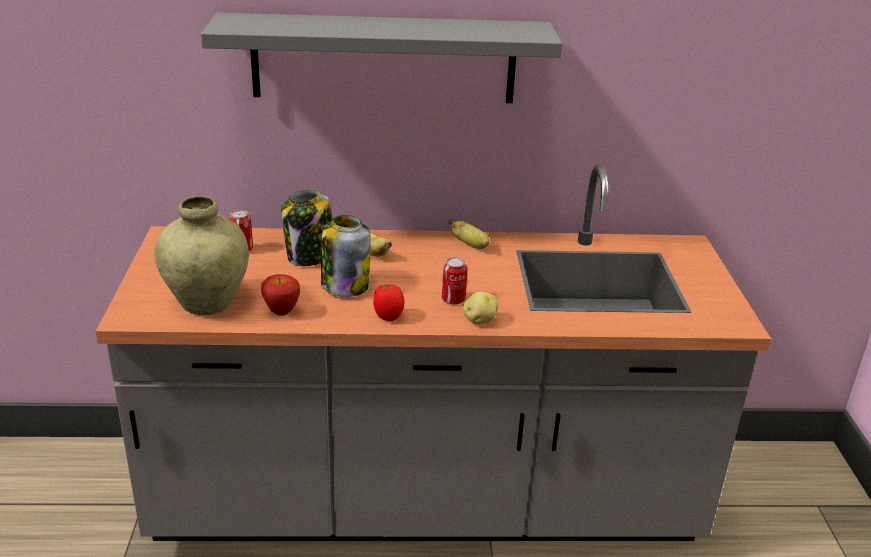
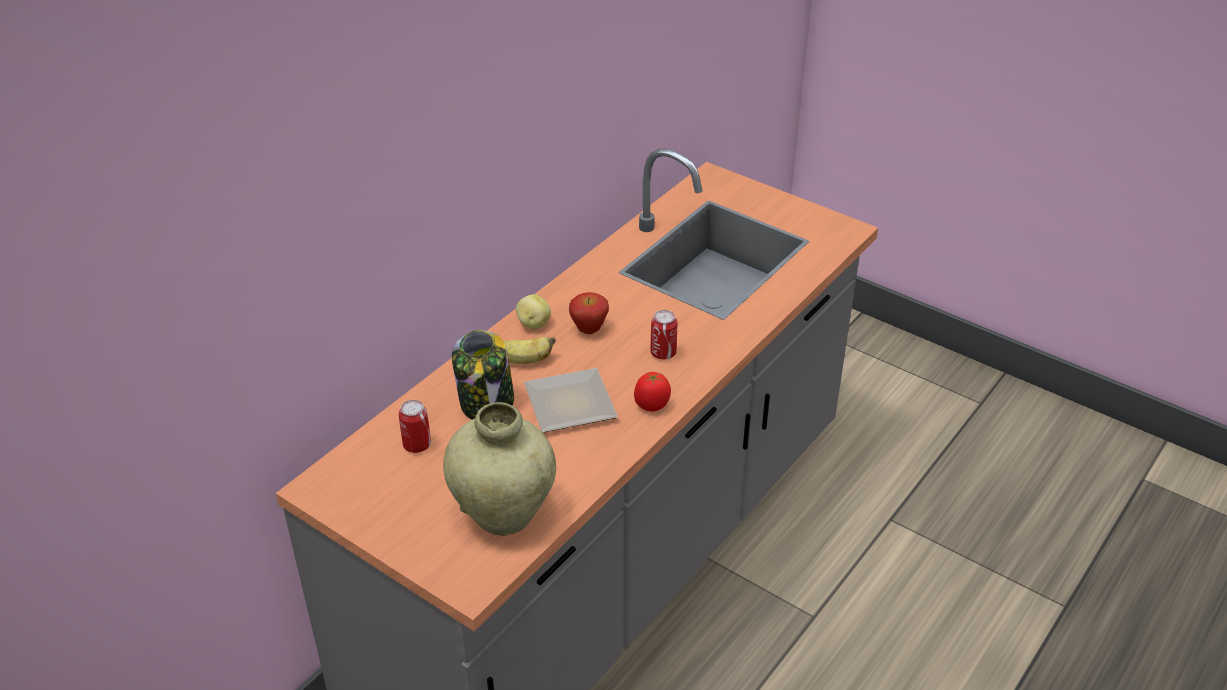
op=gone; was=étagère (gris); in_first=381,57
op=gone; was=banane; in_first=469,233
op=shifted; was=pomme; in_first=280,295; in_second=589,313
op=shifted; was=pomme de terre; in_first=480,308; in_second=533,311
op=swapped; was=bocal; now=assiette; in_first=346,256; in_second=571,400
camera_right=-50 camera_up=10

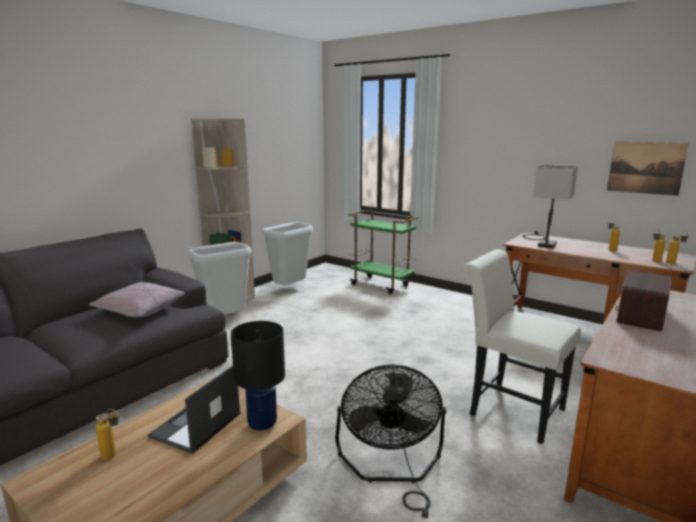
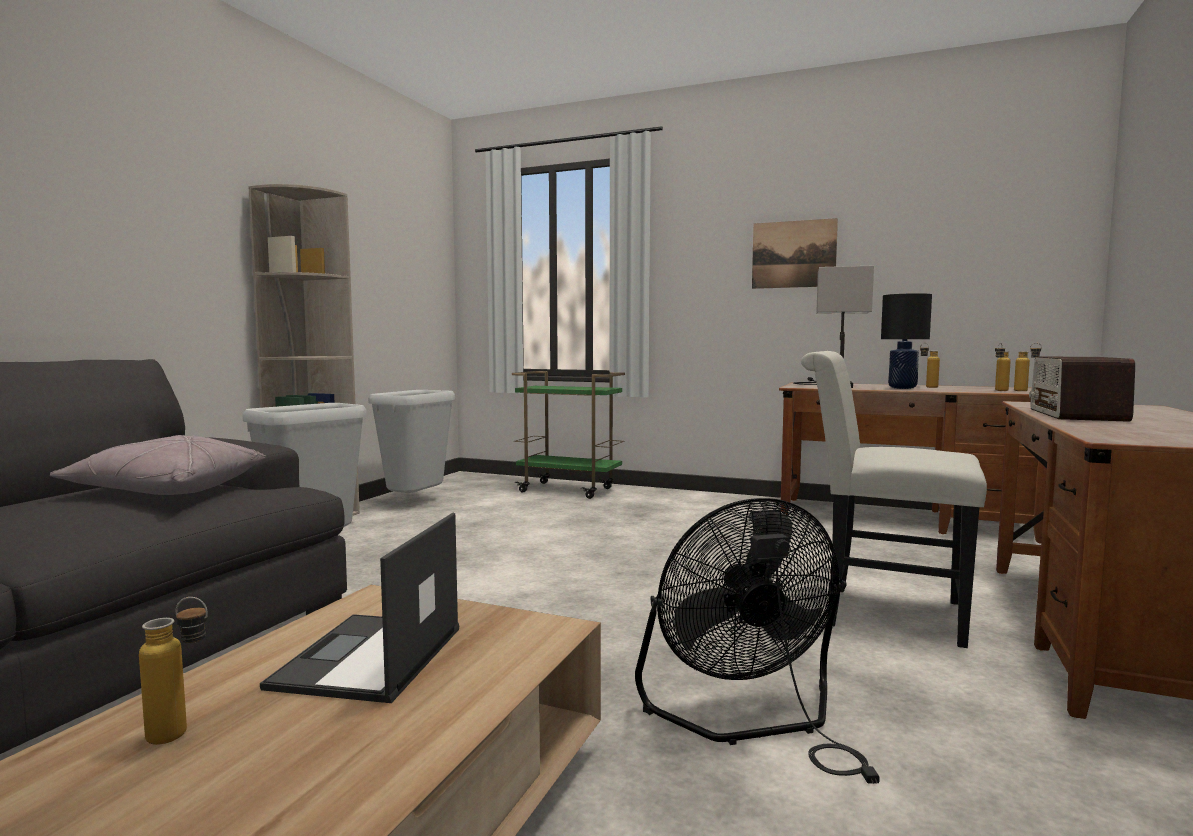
op=shifted; was=lampe de table (noir); in_first=258,376; in_second=906,341
op=shifted; was=tableau; in_first=648,168; in_second=795,253
camera_right=-15 camera_up=-10

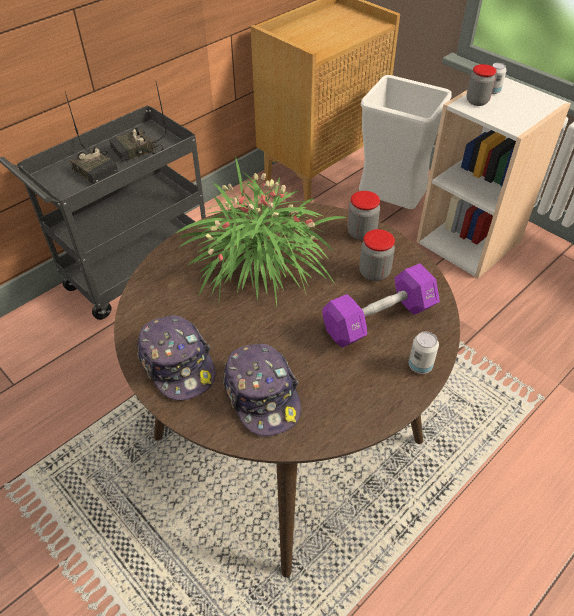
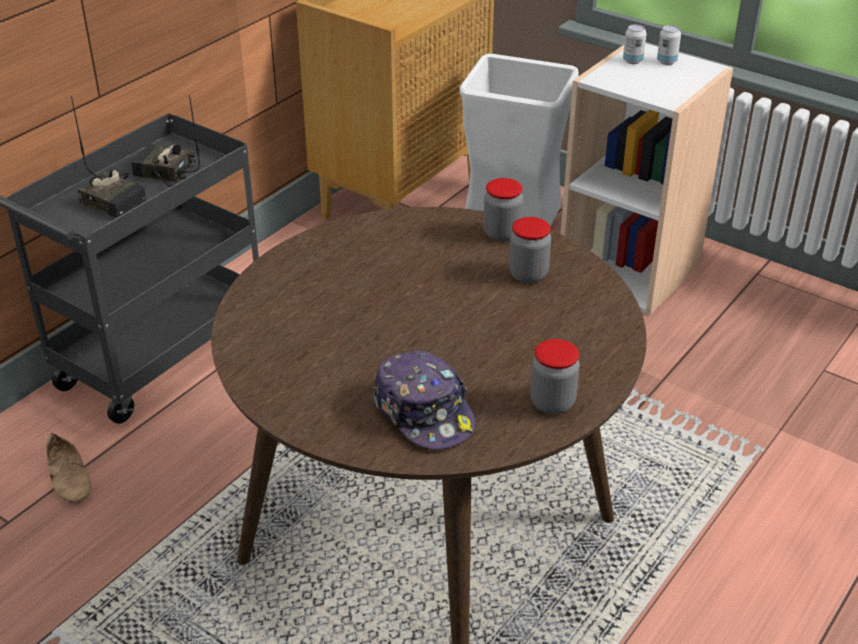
op=gone; was=casquette; in_first=176,357
op=gone; was=plante en pot; in_first=261,230
op=gone; was=haltère (violet); in_first=381,305
op=new; now=chaussure (beige); in_second=68,468
op=shifted; was=boîte métallique; in_first=424,352; in_second=669,45
op=shifted; was=bocal; in_first=481,85; in_second=555,376
op=rotated; was=radio; in_first=137,122; in_second=165,141; clockwise=60
camera_right=-10 camera_up=-10

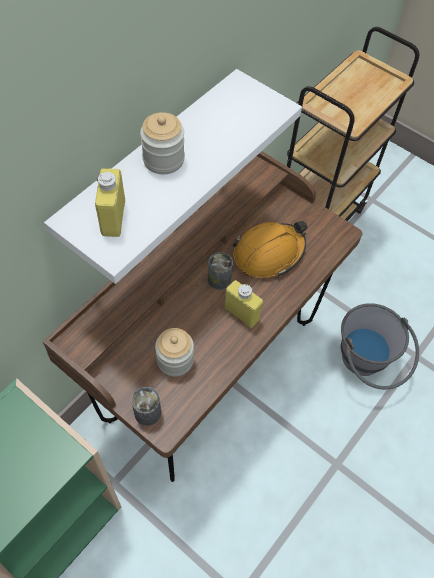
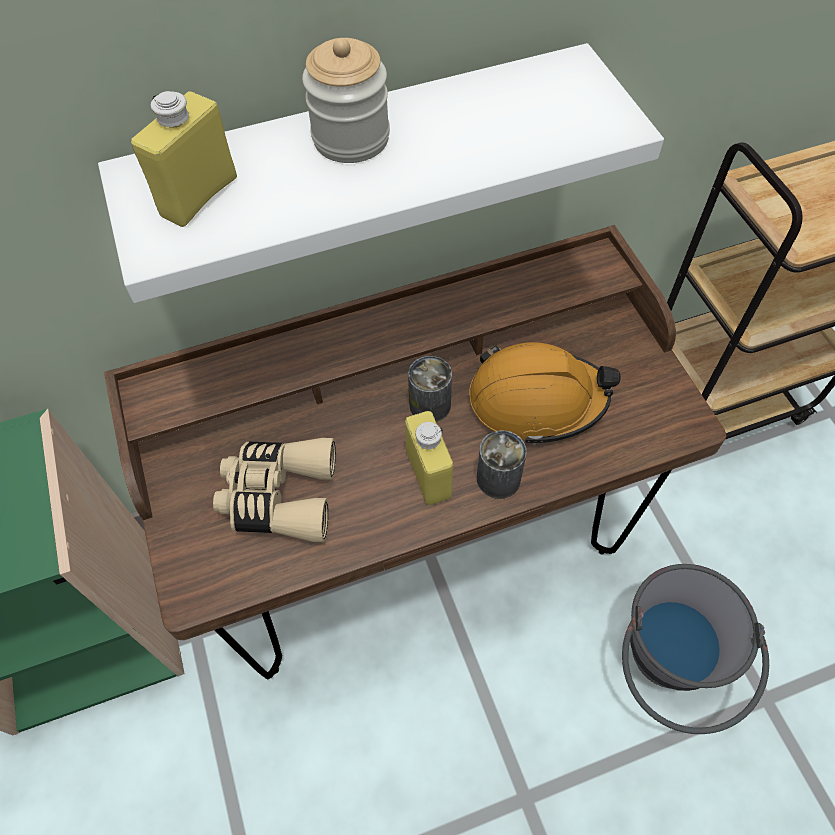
op=shifted; was=boîte métallique; in_first=146,406; in_second=502,464
op=swapped; was=bocal; now=jumelles (beige); in_first=174,352; in_second=274,490
camera_right=35 camera_up=0

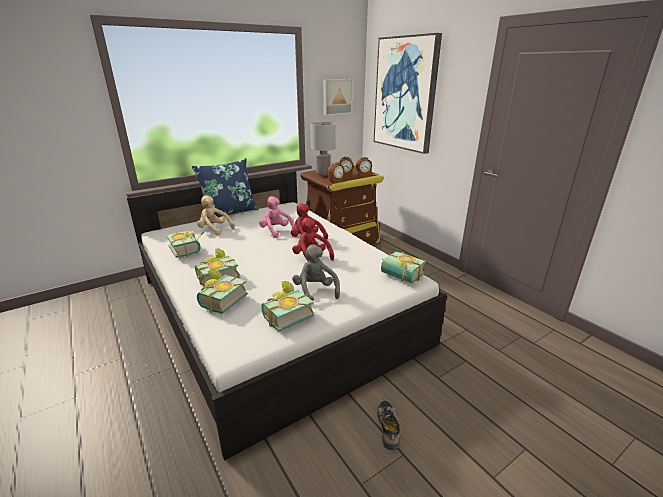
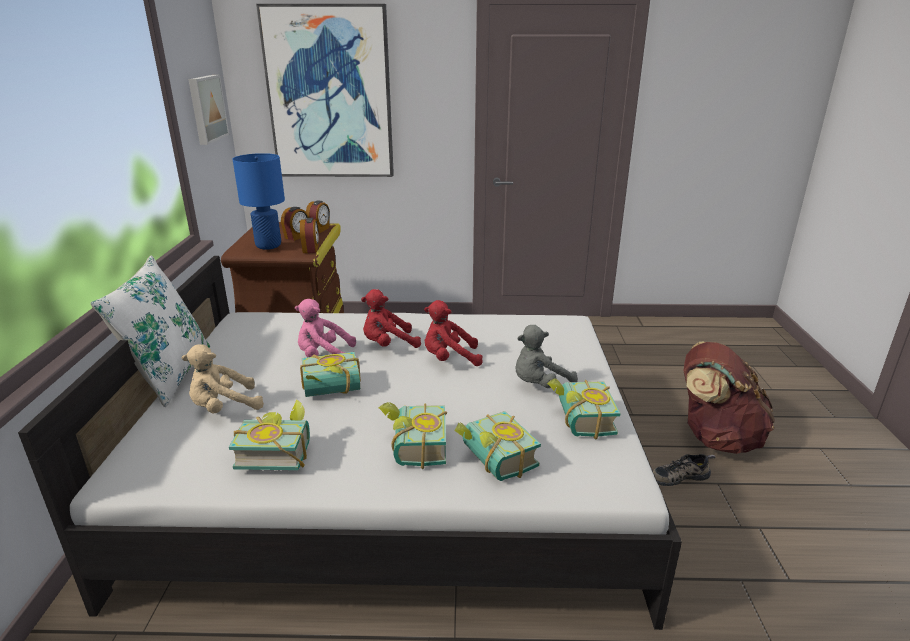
op=new; now=sac à dos (marron); in_second=729,398
op=shifted; was=livre; in_first=403,267; in_second=330,374
op=repainted; was=coussin (bleu); now=coussin (blanc); in_first=225,187; in_second=150,331
op=repainted; was=lampe de table (gris); now=lampe de table (bleu); in_first=323,149; in_second=259,201
op=rotated; was=peluche (gris); in_first=316,273; in_second=546,356; clockwise=-45
op=rotated; was=chaussure; in_first=388,424; in_second=684,470; clockwise=-45
camera_right=-55 camera_up=0

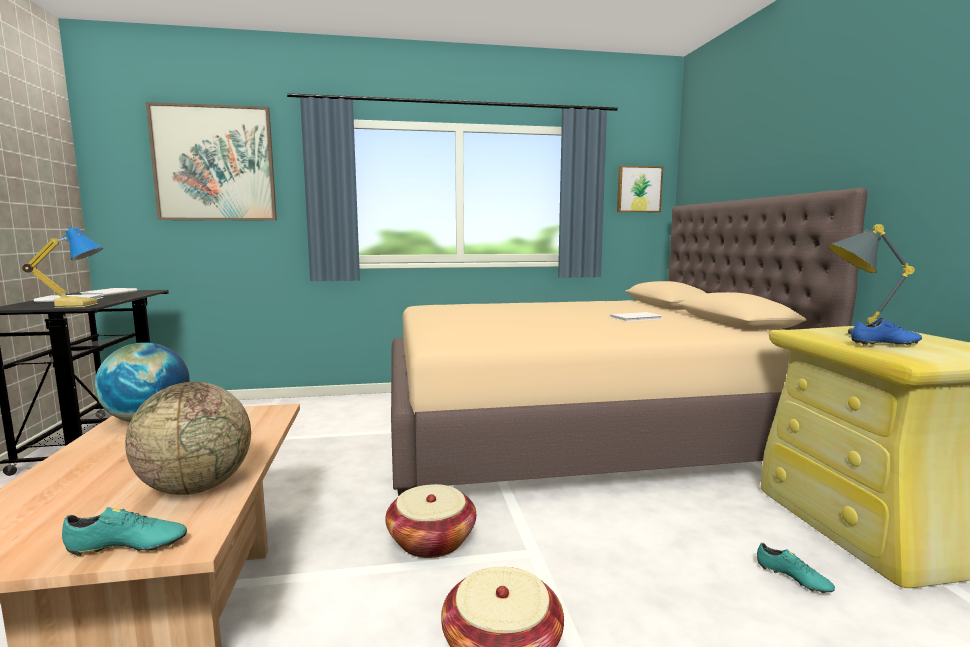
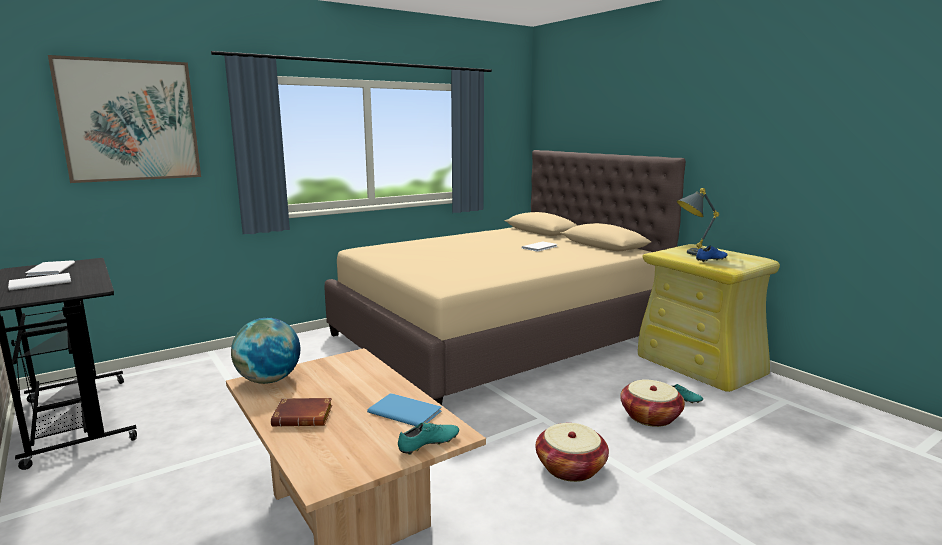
op=gone; was=lampe de table; in_first=62,267
op=gone; was=tableau; in_first=640,189
op=new; now=livre (marron); in_second=301,412
op=shifted; was=panier; in_first=430,521; in_second=652,403
op=swapped; was=globe; now=livre (bleu); in_first=188,438; in_second=404,409
camera_right=-25 camera_up=5

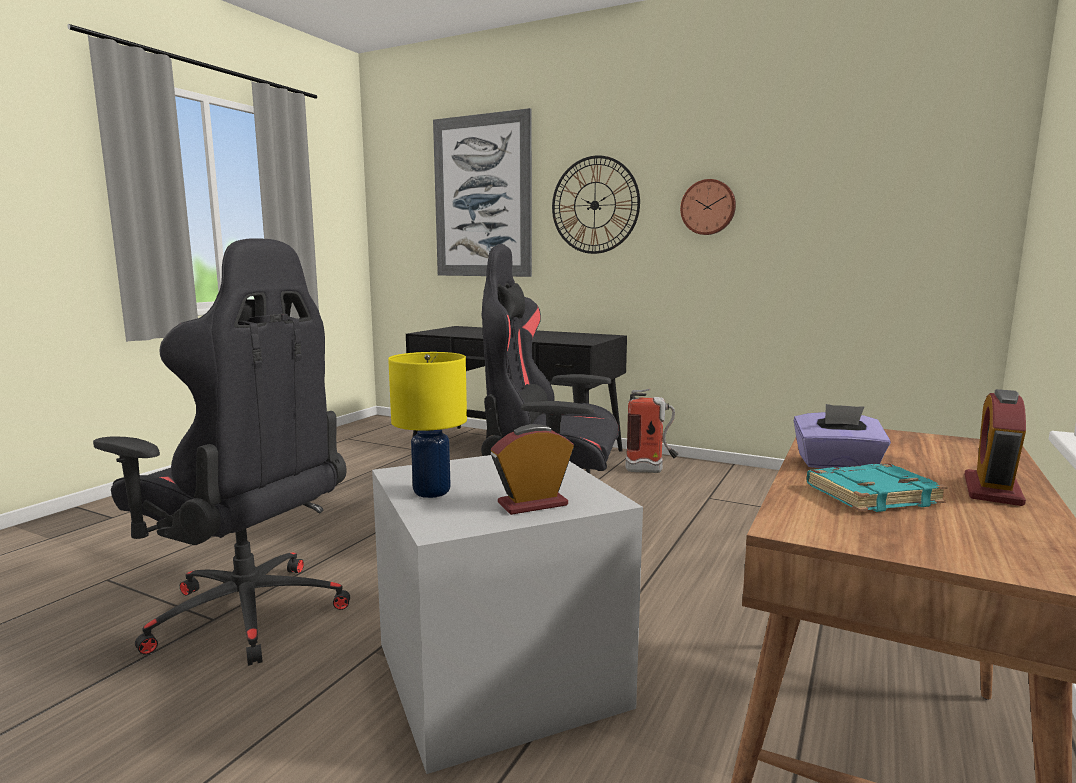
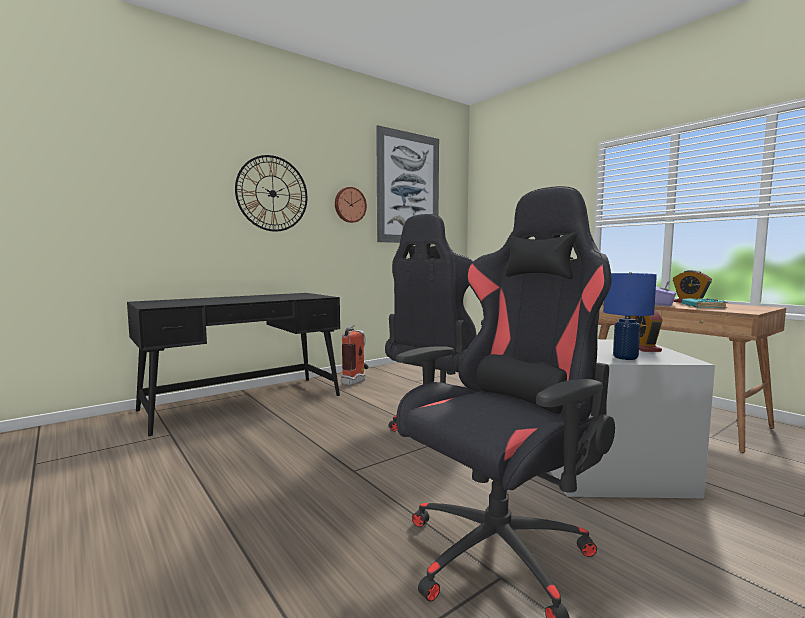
op=shifted; was=tableau; in_first=482,192; in_second=407,184
op=repainted; was=lampe de table (jaune); now=lampe de table (bleu); in_first=427,425; in_second=630,316
camera_right=-65 camera_up=-5

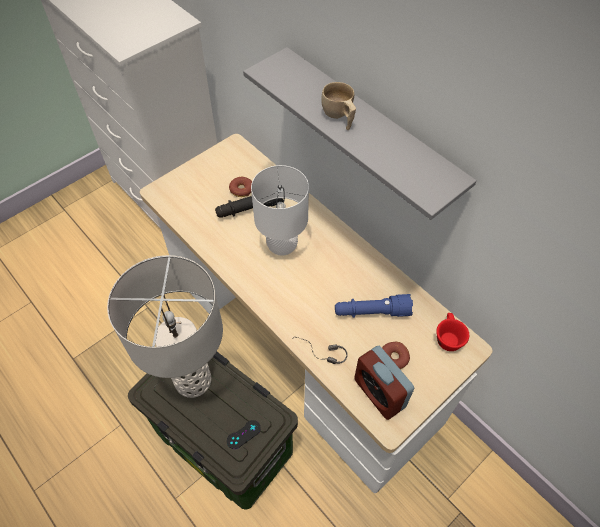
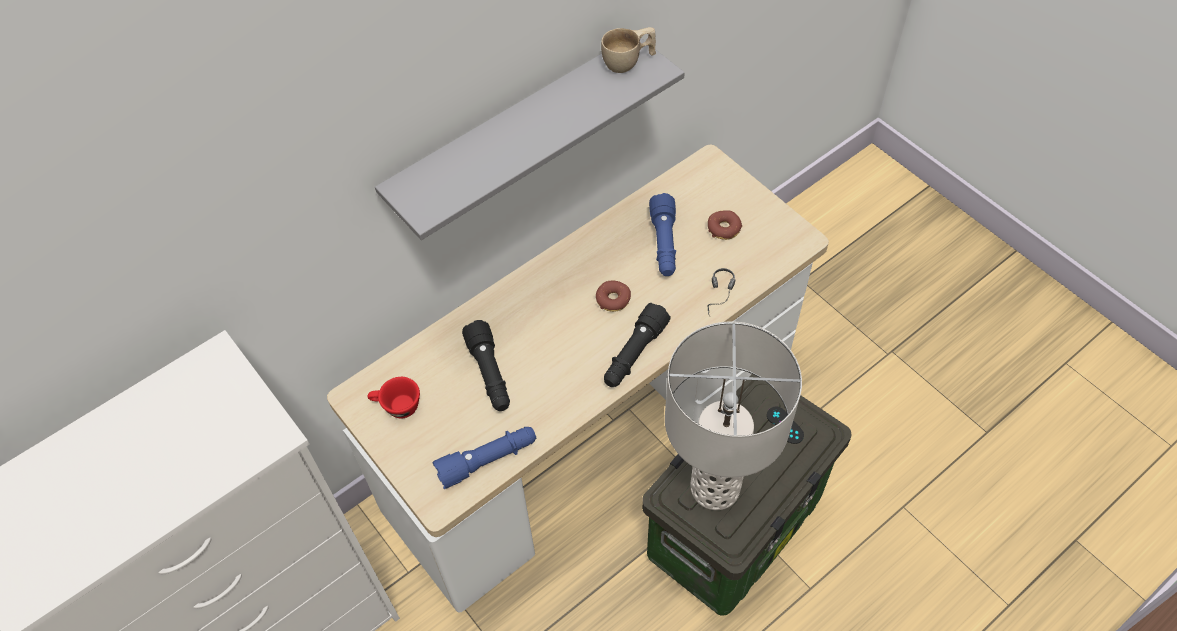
op=gone; was=lampe de table (blanc); in_first=280,210
op=gone; was=réveil; in_first=384,383
op=new; now=lampe de poche (bleu); in_second=484,458
op=new; now=lampe de poche (noir); in_second=637,345
op=shifted; was=beignet; in_first=240,187; in_second=613,296
op=shifted; was=tasse (beige); in_first=338,106; in_second=628,50
op=shifted; was=tasse (rouge); in_first=452,332; in_second=393,397
camera_right=-85 camera_up=0

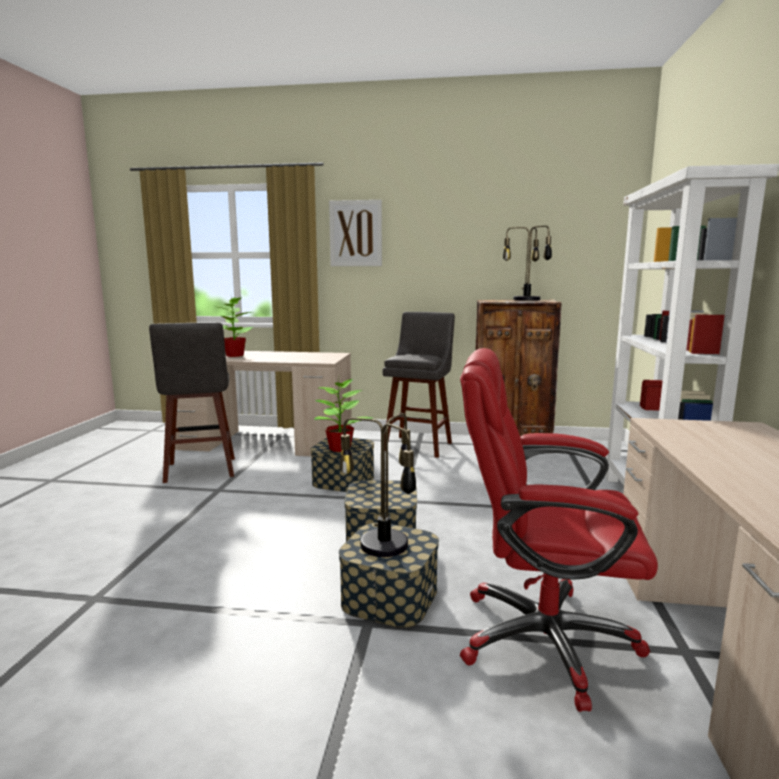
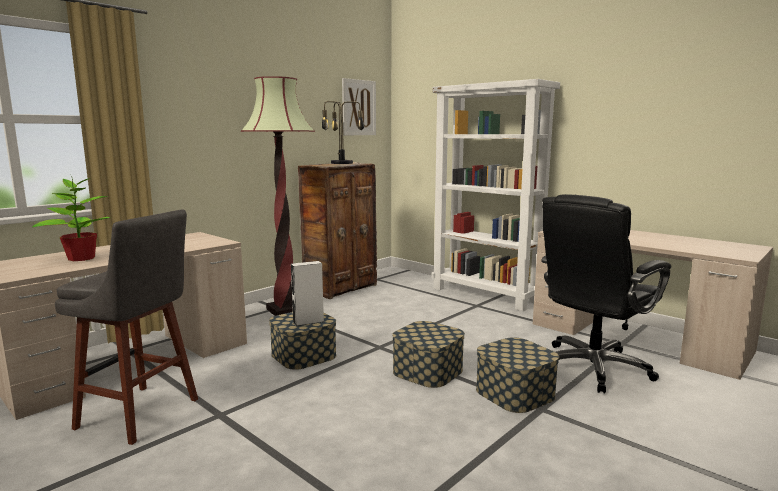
op=gone; was=lampe de table; in_first=378,485
op=shifted; was=tableau; in_first=355,233; in_second=359,106
op=swapped; was=plante en pot; now=enceinte (gris); in_first=343,415; in_second=307,293
op=swapped; was=tabouret (gris); now=lampadaire; in_first=419,385; in_second=278,196
op=repainted; was=chaise de bureau (rouge); now=chaise de bureau (noir); in_first=559,530; in_second=606,294
camera_right=-55 camera_up=0

